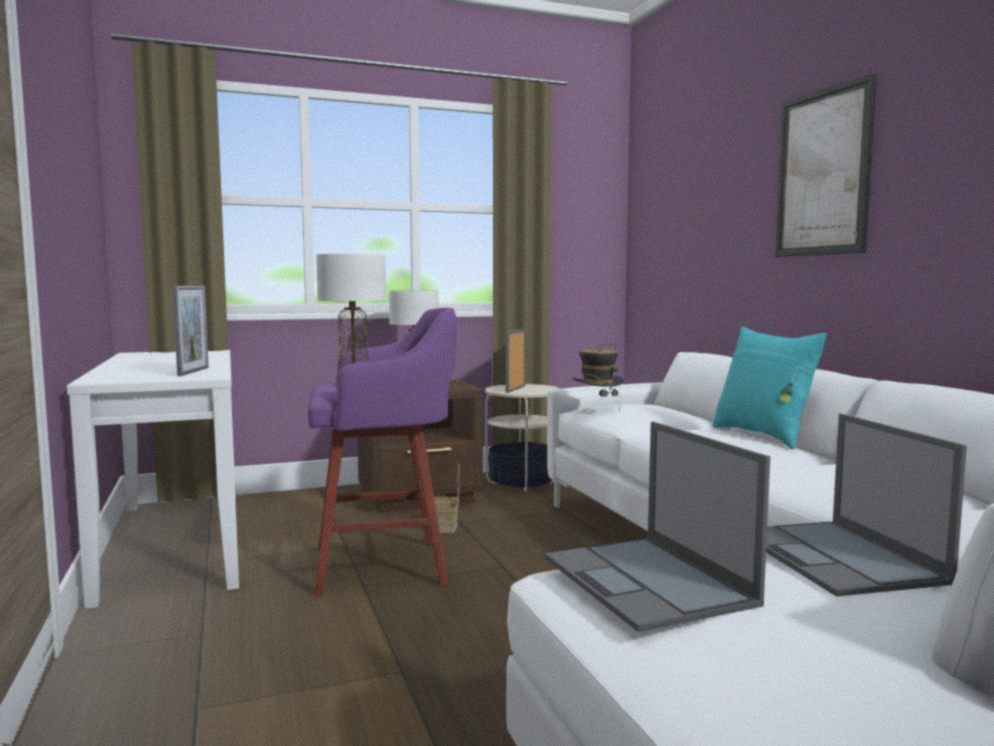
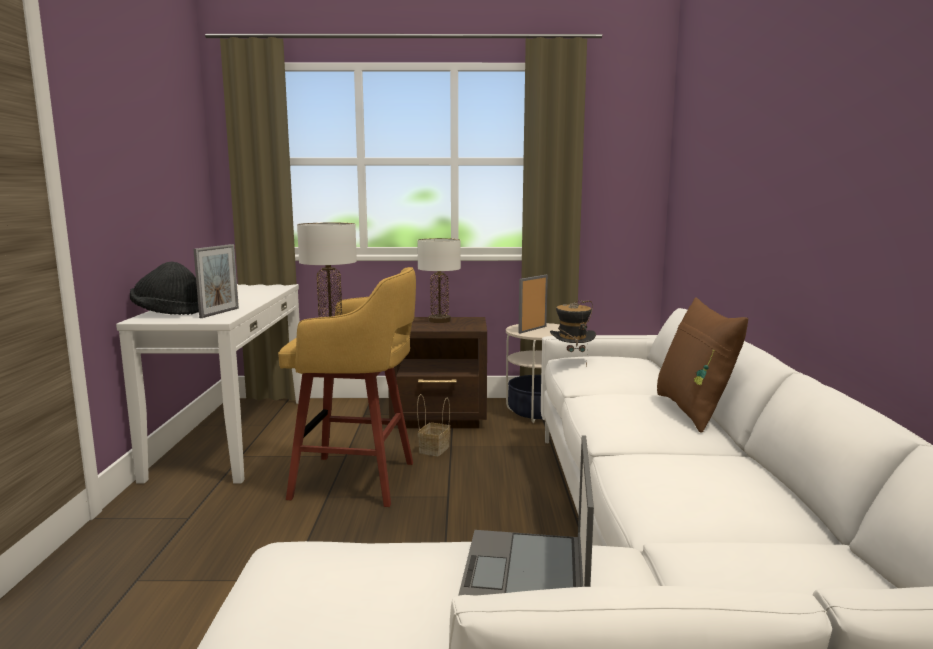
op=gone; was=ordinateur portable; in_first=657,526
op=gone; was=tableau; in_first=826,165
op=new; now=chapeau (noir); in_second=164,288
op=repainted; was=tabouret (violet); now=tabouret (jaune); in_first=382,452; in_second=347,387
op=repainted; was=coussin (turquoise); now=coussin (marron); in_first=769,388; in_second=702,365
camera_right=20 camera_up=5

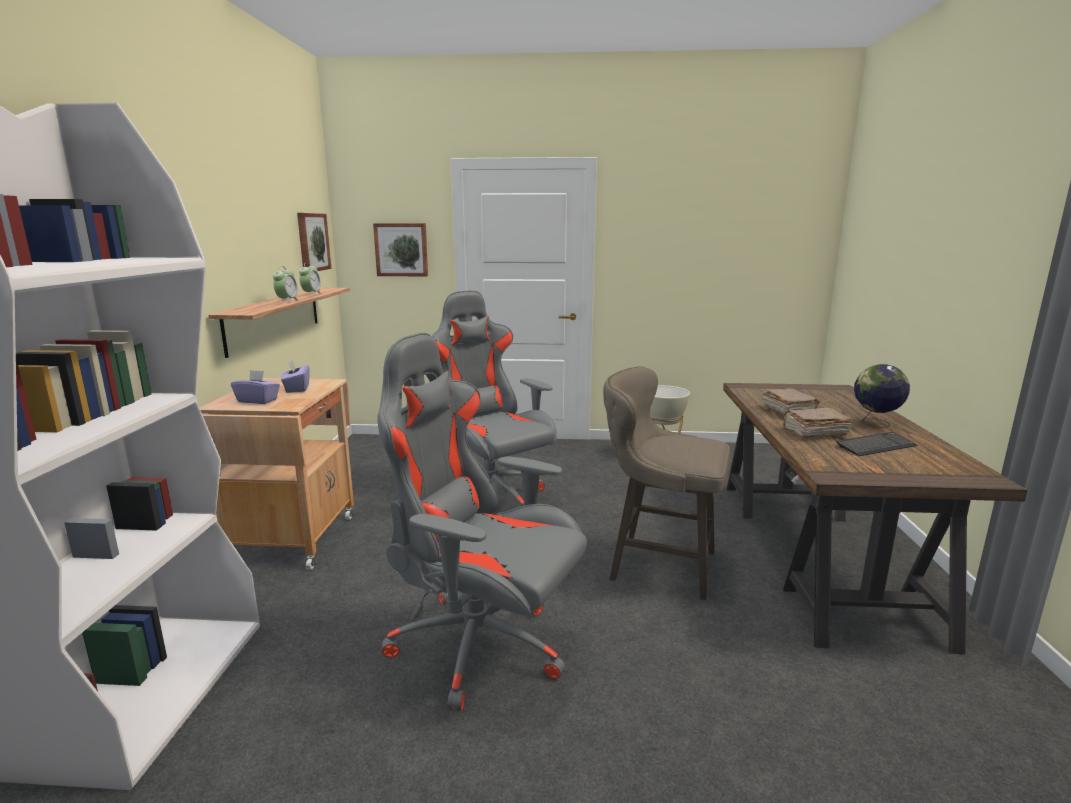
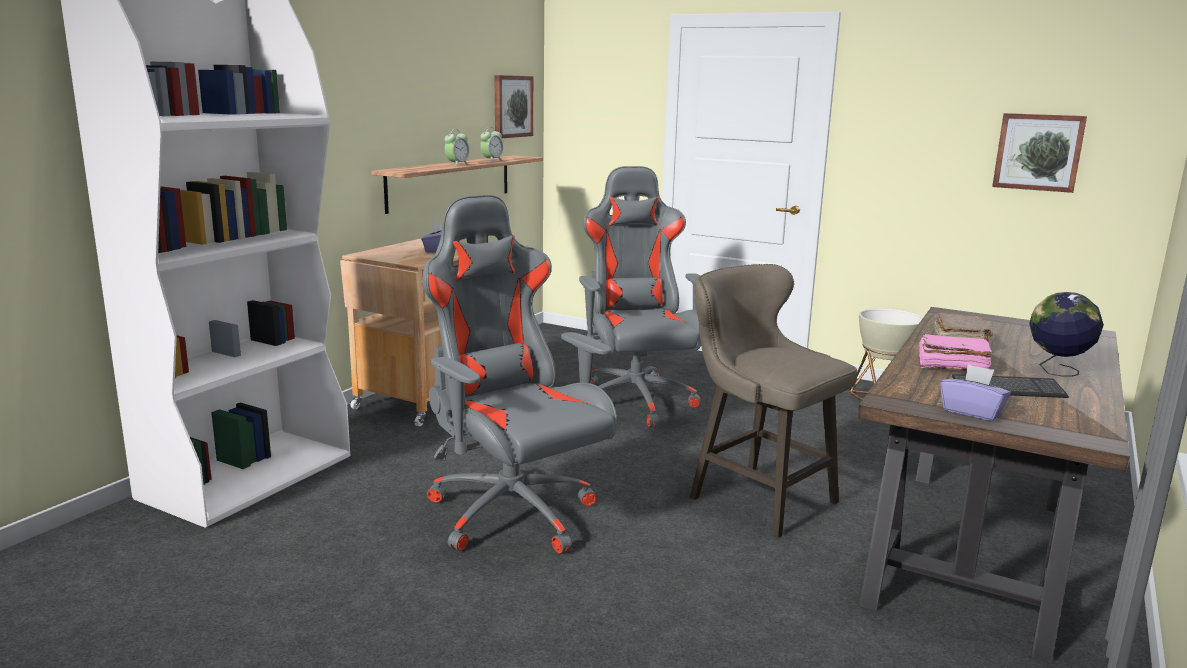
op=shifted; was=boîte à mouchoirs (violet); in_first=255,387; in_second=975,392
op=shifted; was=tableau; in_first=400,249; in_second=1039,153
op=repainted; was=livre (marron); now=livre (rose); in_first=817,423; in_second=955,352
camera_right=25 camera_up=0

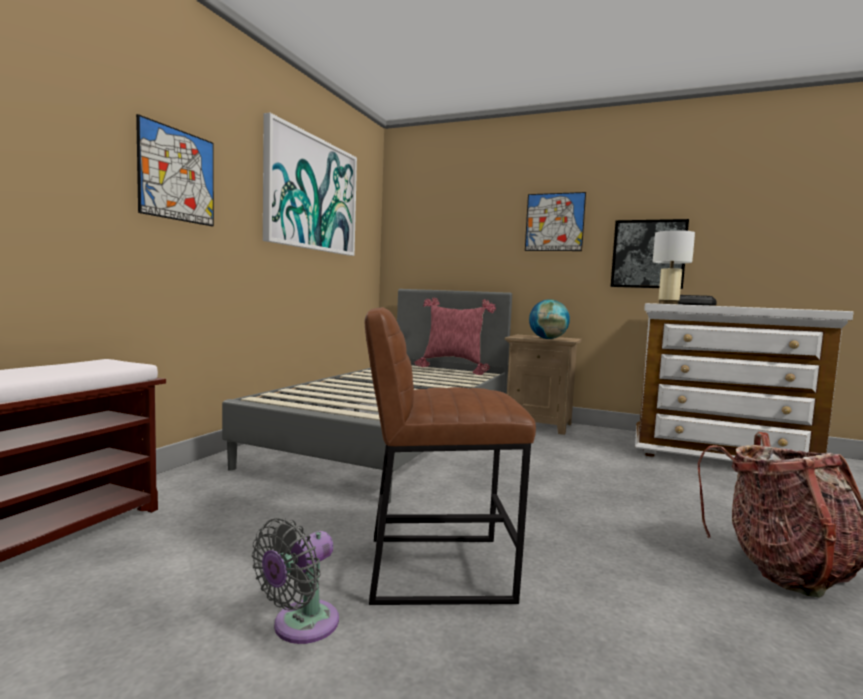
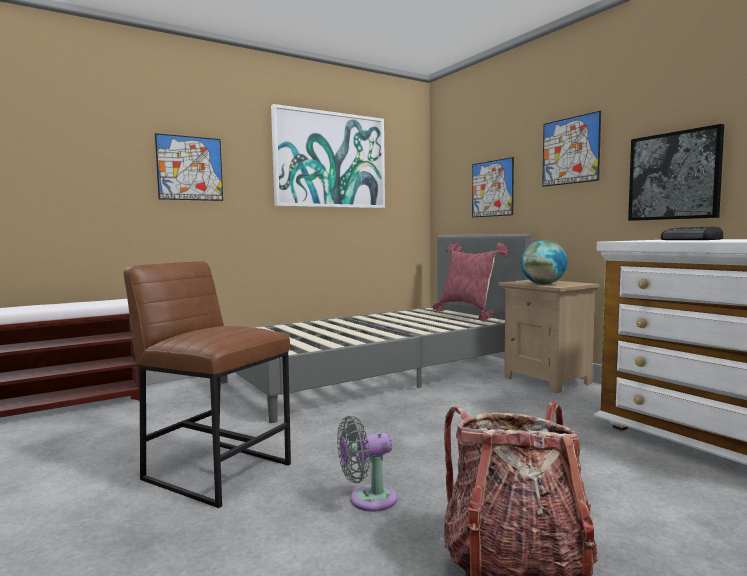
op=gone; was=lampe de table (blanc); in_first=674,267
op=new; now=tableau; in_second=493,187
op=shifted; was=ventilateur (gris); in_first=295,581; in_second=367,464
camera_right=35 camera_up=0

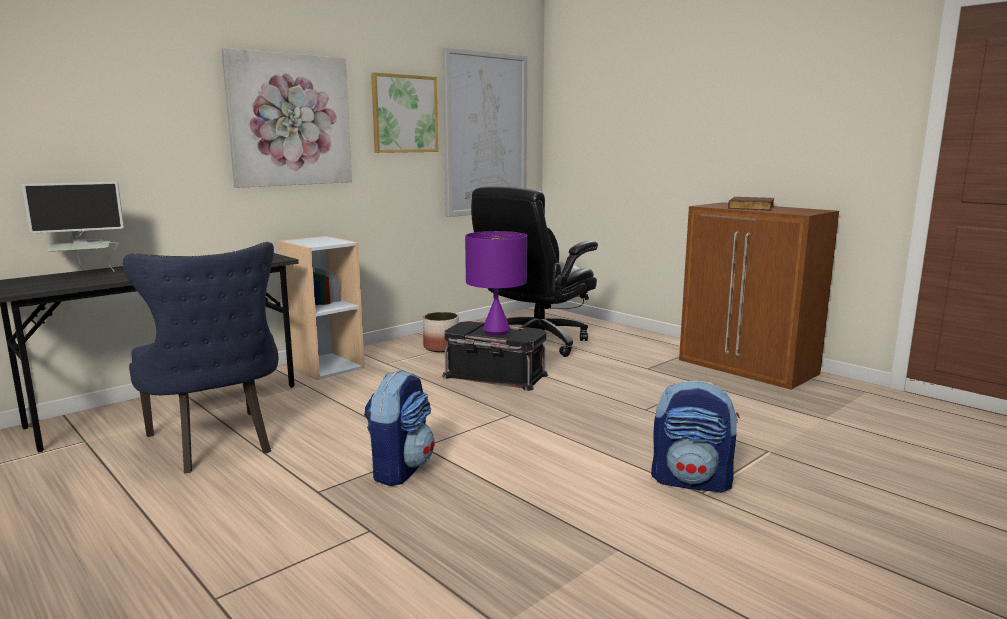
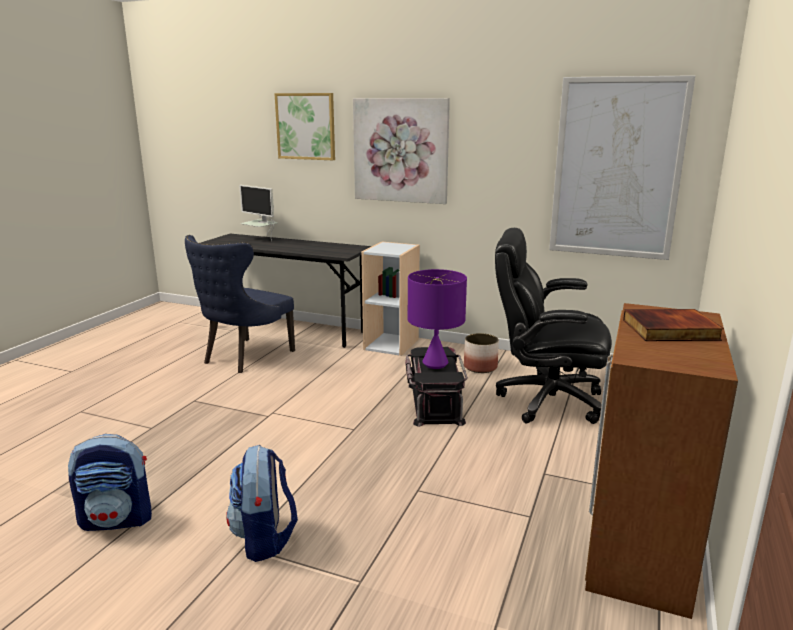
op=shifted; was=sac à dos; in_first=399,428; in_second=110,482
op=shifted; was=tableau; in_first=404,112; in_second=304,126
camera_right=65 camera_up=5

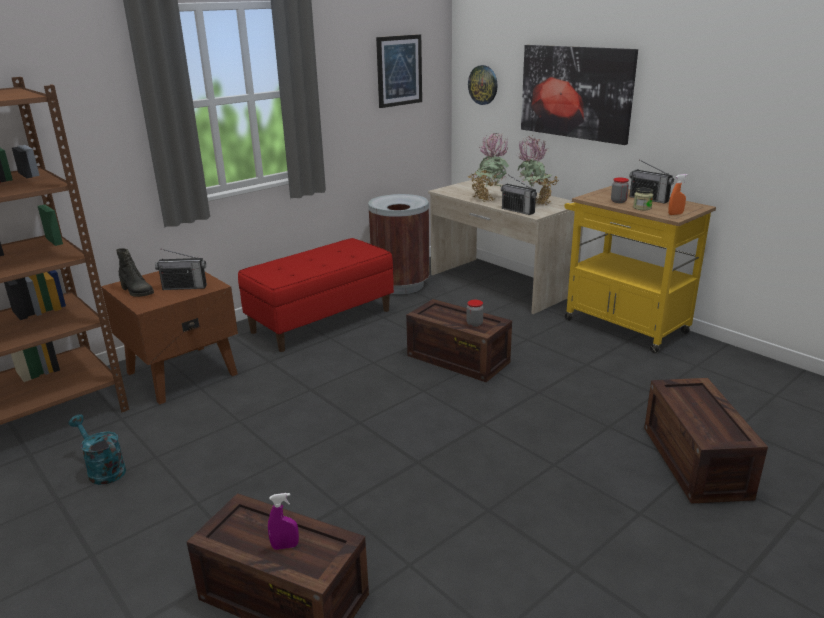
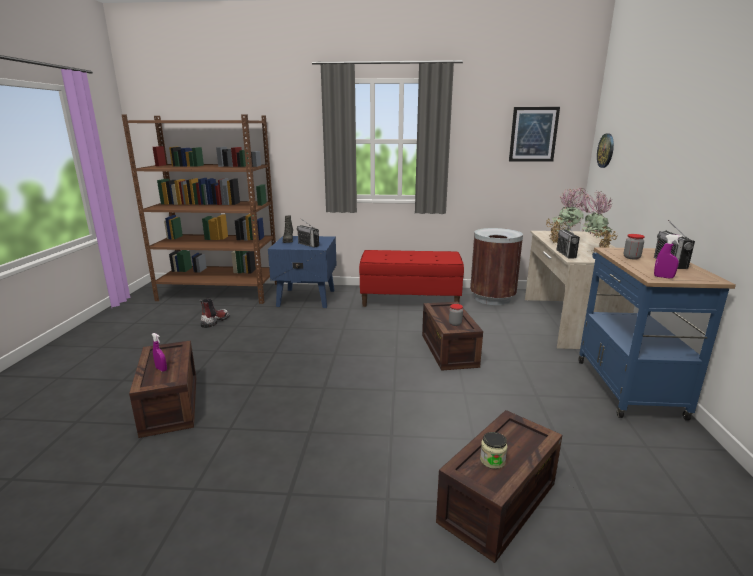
op=gone; was=tableau; in_first=579,95
op=shifted; was=bocal; in_first=643,199; in_second=493,450
op=swapped; was=arrosoir (turquoise); now=botte; in_first=97,449; in_second=215,313
op=repainted; was=table de chevet (marron); now=table de chevet (bleu); in_first=169,338; in_second=302,272
op=repainted; was=chariot (jaune); now=chariot (bleu); in_first=640,269; in_second=657,334
op=repainted; was=vaporisateur (orange); now=vaporisateur (violet); in_first=678,194; in_second=668,256
camera_right=45 camera_up=-5

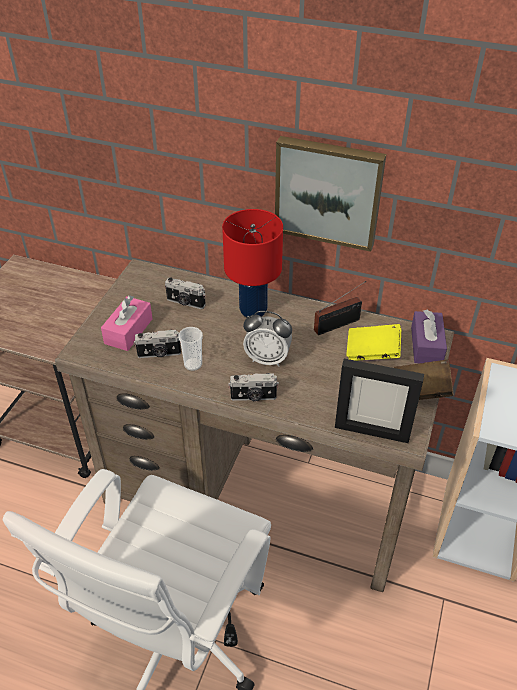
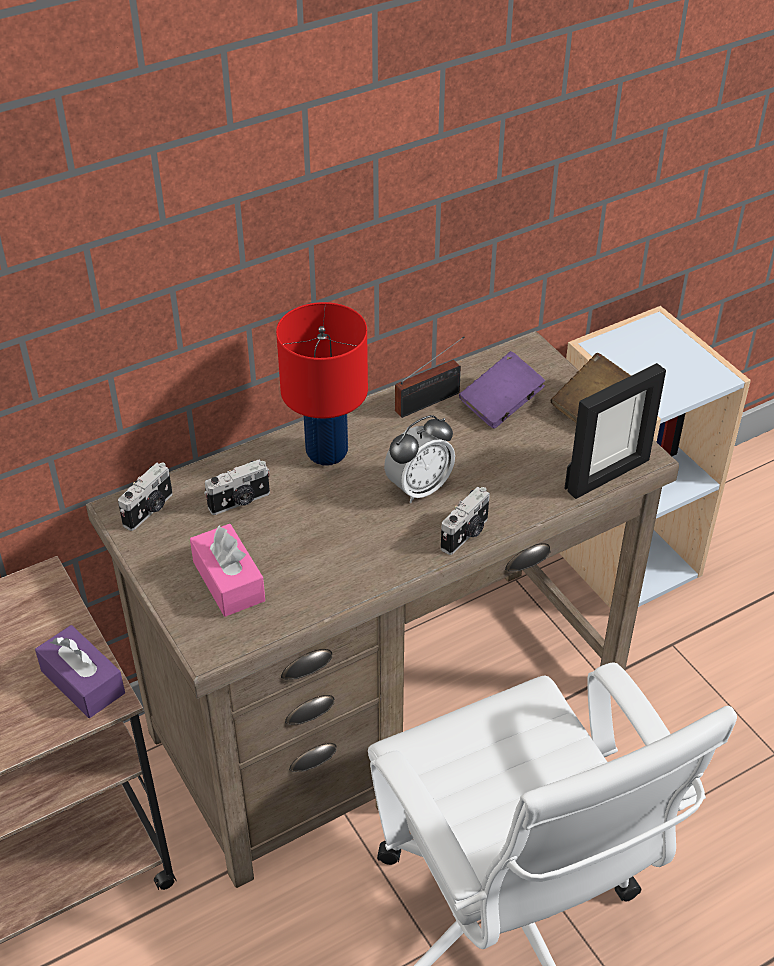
op=gone; was=tasse; in_first=190,349
op=gone; was=tableau; in_first=330,194
op=shifted; was=appareil photo; in_first=157,344; in_second=145,496
op=shifted; was=boîte à mouchoirs (violet); in_first=429,336; in_second=80,671
op=repainted; was=livre (jaune); now=livre (violet); in_first=374,342; in_second=502,390
op=rotated; was=radio; in_first=340,308; in_second=429,377; clockwise=45
camera_right=-50 camera_up=0

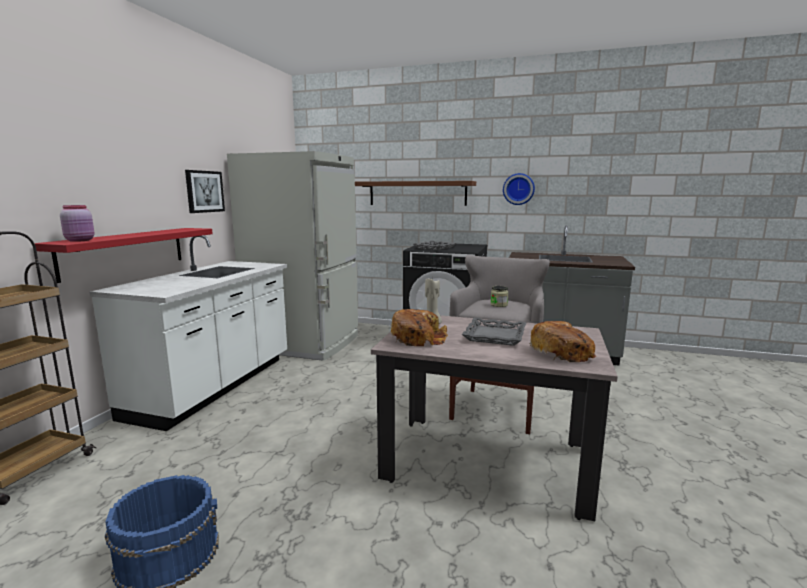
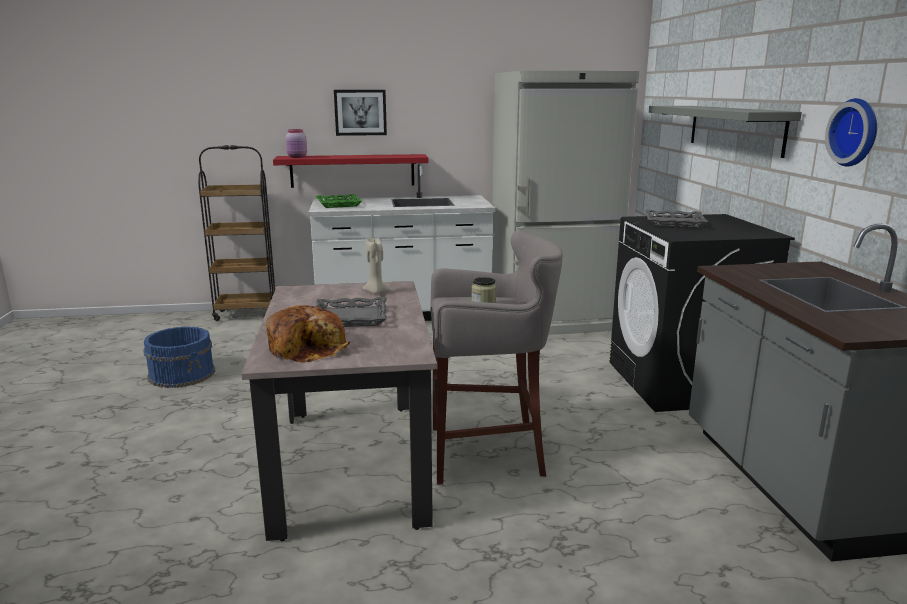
op=gone; was=pain; in_first=419,327
op=new; now=plateau (vert); in_second=339,201
op=shifted; was=tableau; in_first=205,191; in_second=360,113
op=repainted; was=étagère (marron); now=étagère (gris); in_first=415,193; in_second=725,132
camera_right=65 camera_up=5

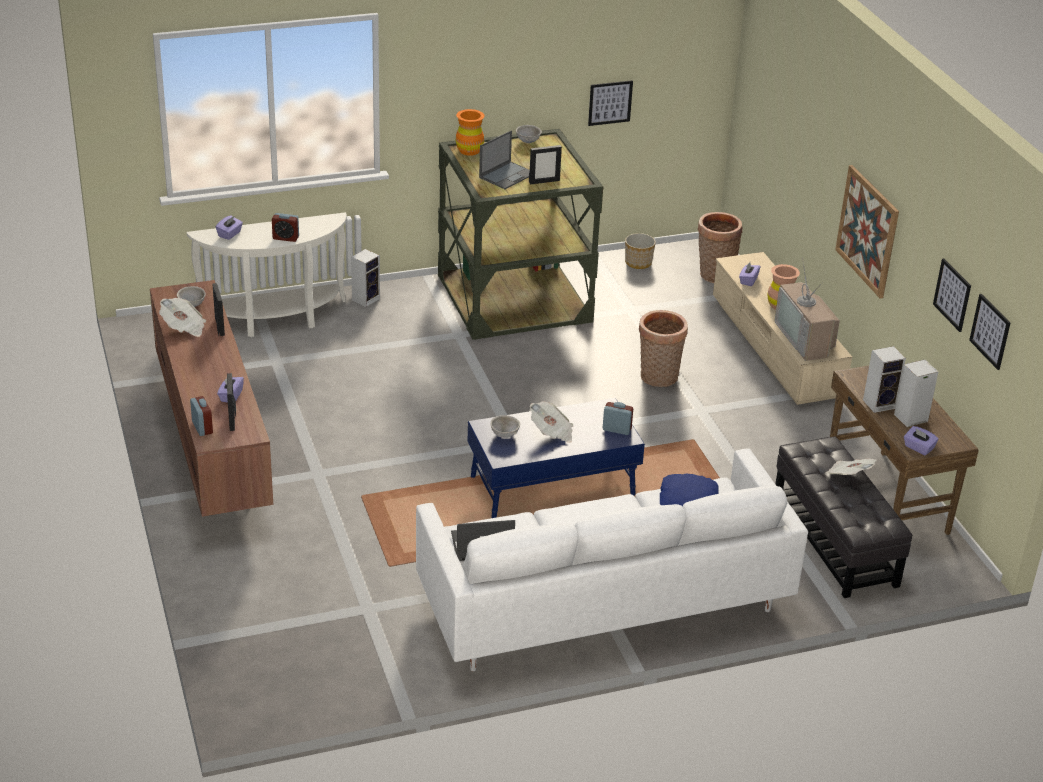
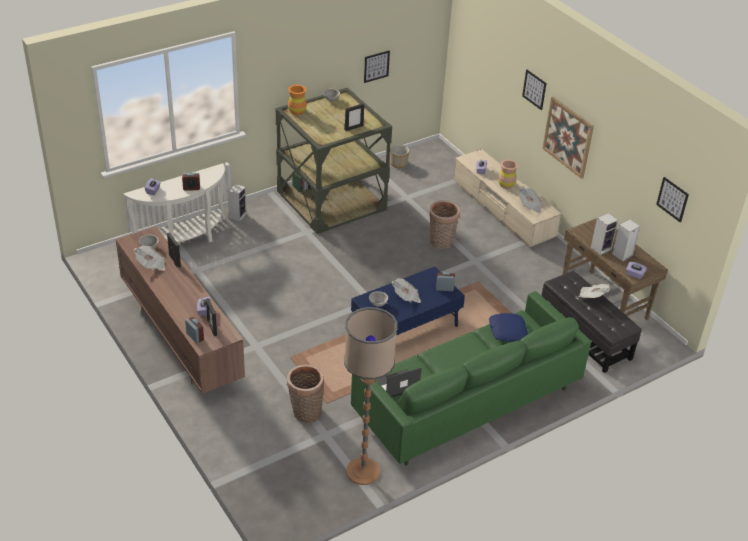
op=gone; was=ordinateur portable; in_first=504,159
op=new; now=lampadaire; in_second=370,396
op=shifted; was=panier; in_first=719,247; in_second=305,394
op=shifted; was=tableau; in_first=952,295; in_second=534,90
op=swapped; was=téléviseur; now=journal; in_first=807,309; in_second=531,200
op=repainted; was=canapé (blanc); now=canapé (vert); in_first=612,559; in_second=471,378
camera_right=-15 camera_up=5

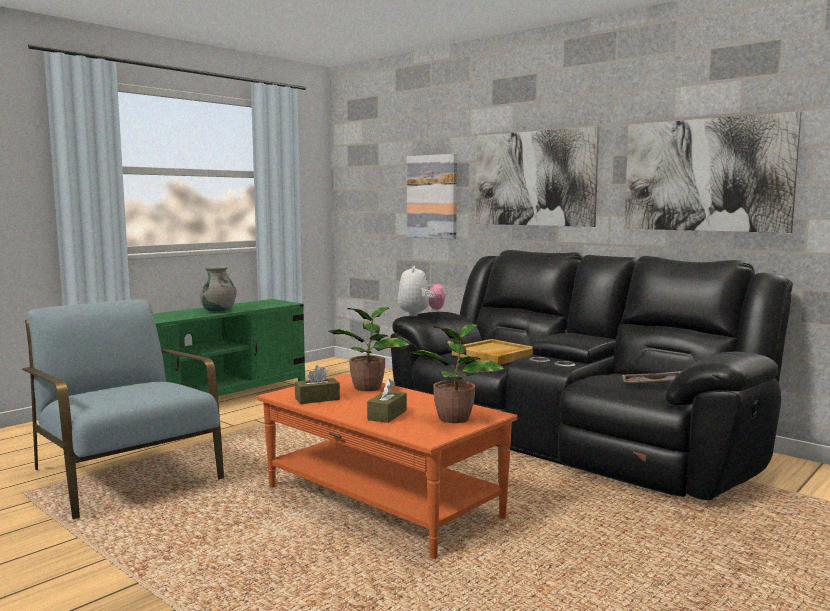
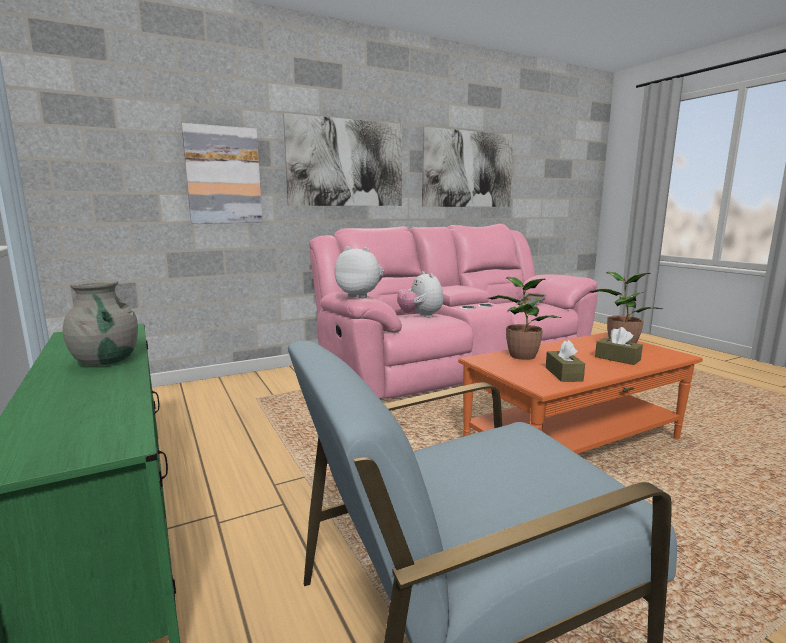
op=swapped; was=plateau (beige); now=peluche; in_first=493,352; in_second=420,294
op=repainted; was=canapé (noir); now=canapé (rose); in_first=592,375; in_second=453,311
camera_right=-70 camera_up=5

